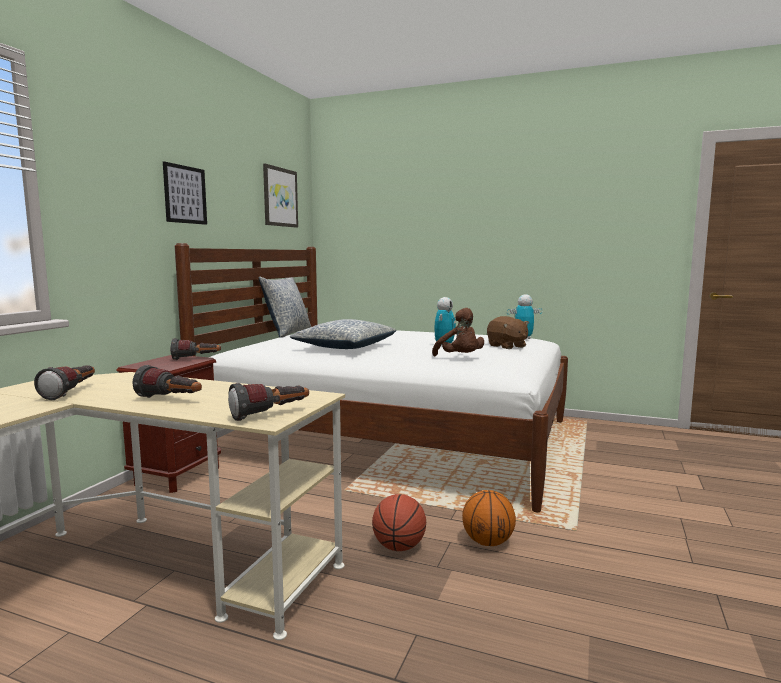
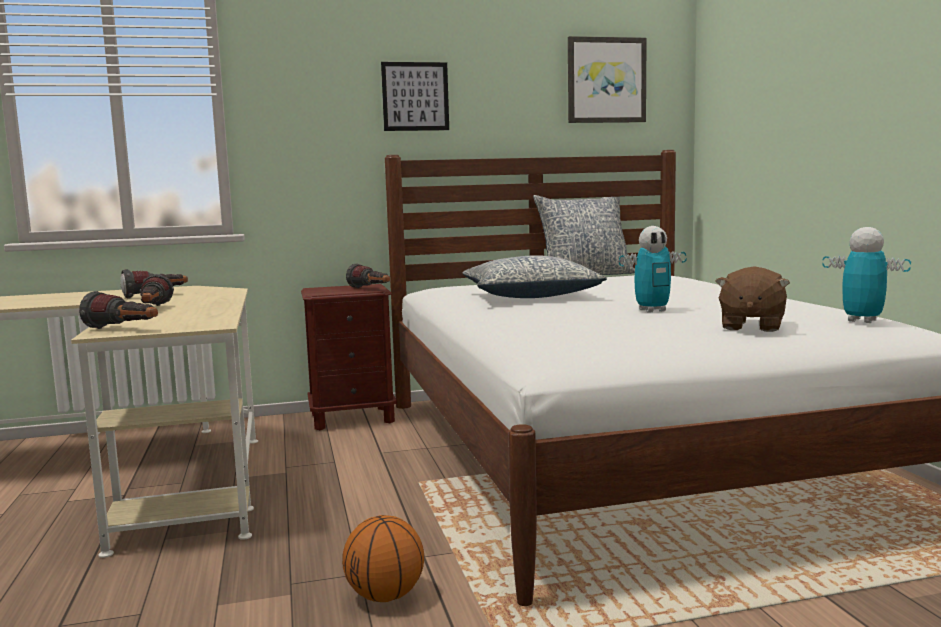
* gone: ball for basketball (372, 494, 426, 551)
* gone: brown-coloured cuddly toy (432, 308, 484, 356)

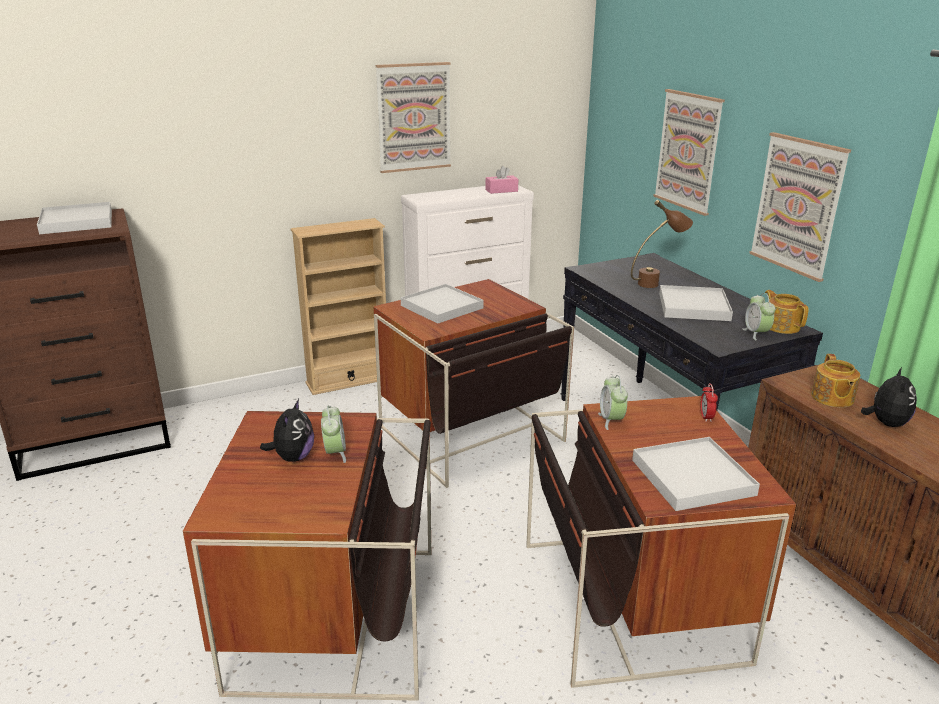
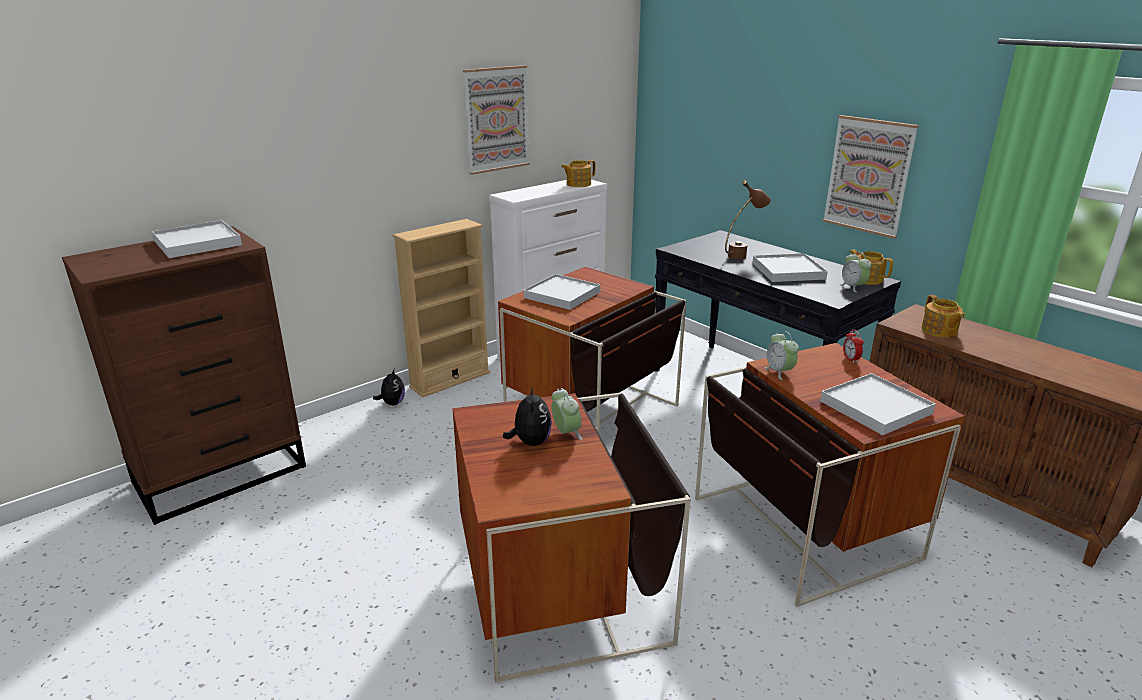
* gone: wall art (653, 89, 725, 216)
* shifted: cuddly toy (861, 367, 917, 427) to (373, 369, 405, 405)
* swapped: pinkish box of tissues (485, 166, 518, 194) to pot for tea (561, 160, 595, 187)

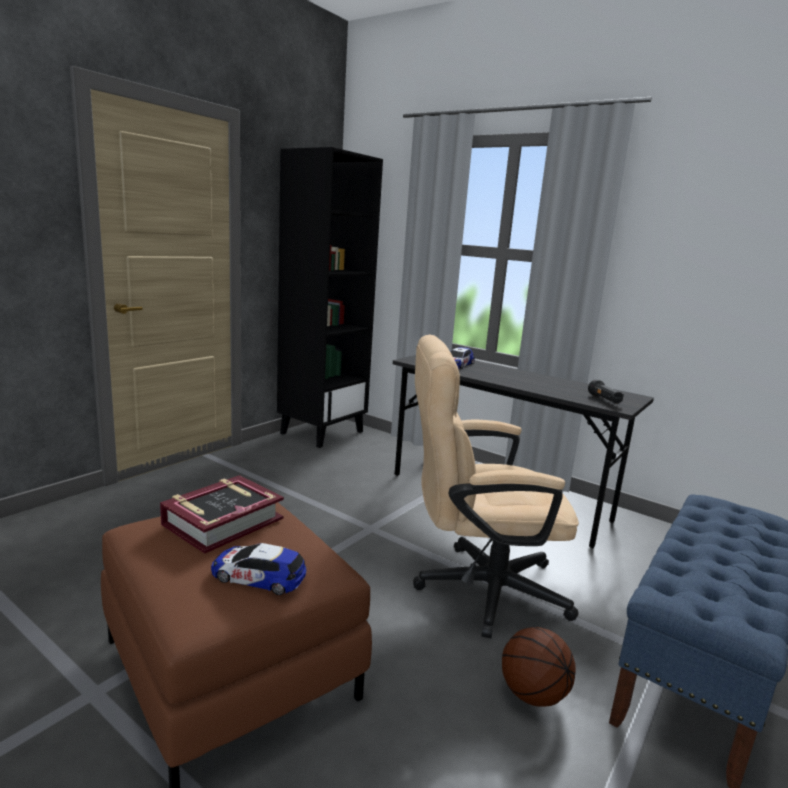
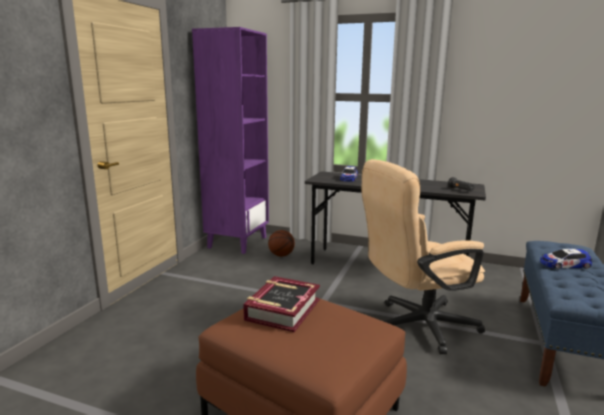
* shifted: model car (211, 543, 306, 595) to (540, 249, 592, 269)
* shifted: ball for basketball (502, 627, 576, 707) to (268, 230, 295, 257)
* repainted: black-coloured bookcase (277, 147, 383, 448) to purple-coloured bookcase (192, 27, 269, 254)

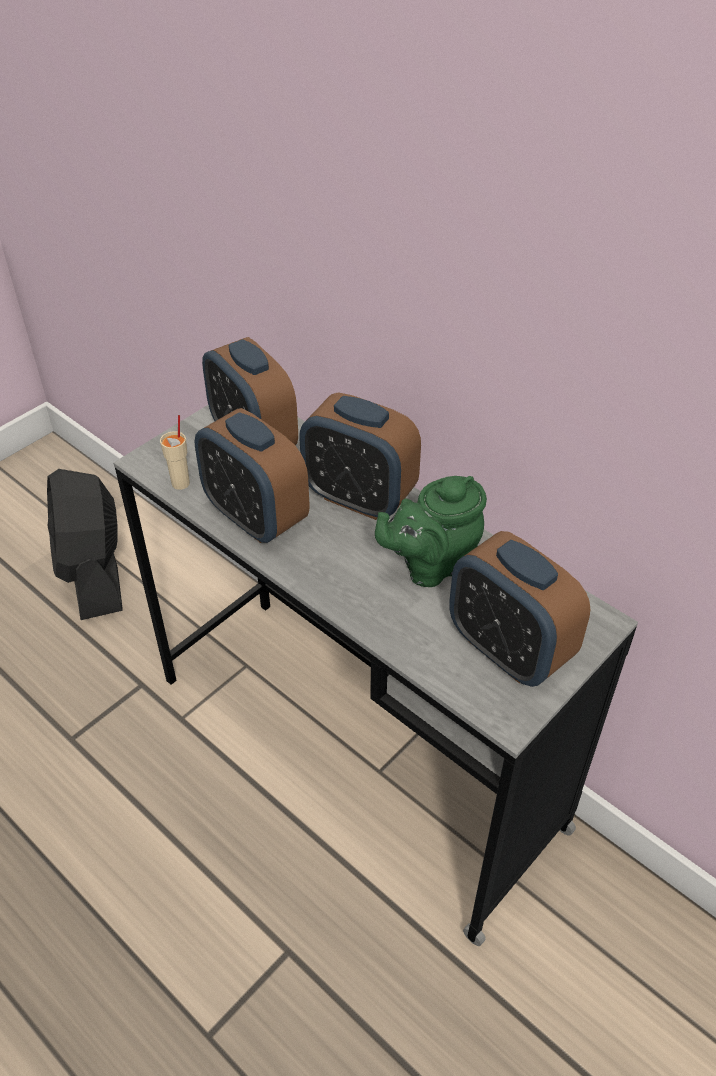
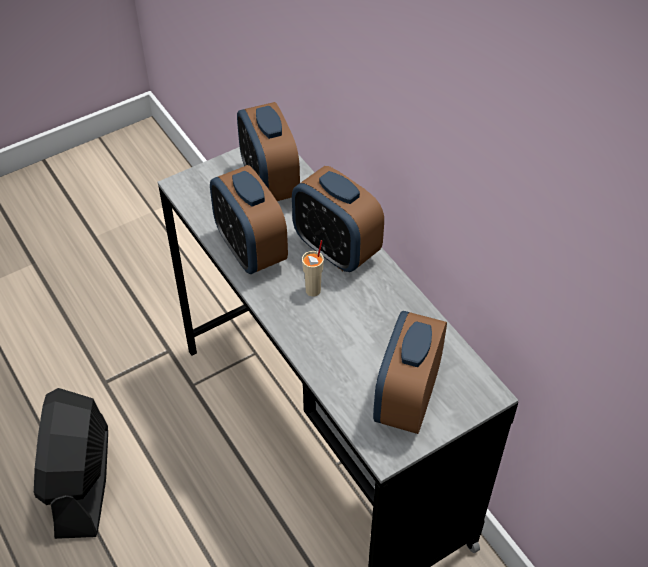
* gone: green-coloured pot for tea (375, 476, 487, 587)
* shifted: black-coloured electric fan (47, 469, 123, 620) to (34, 388, 108, 539)
* shifted: beige-coloured cup (160, 415, 190, 490) to (302, 240, 324, 297)
* rotated: table clock (449, 531, 590, 687) = (373, 311, 447, 434) 45 degrees clockwise

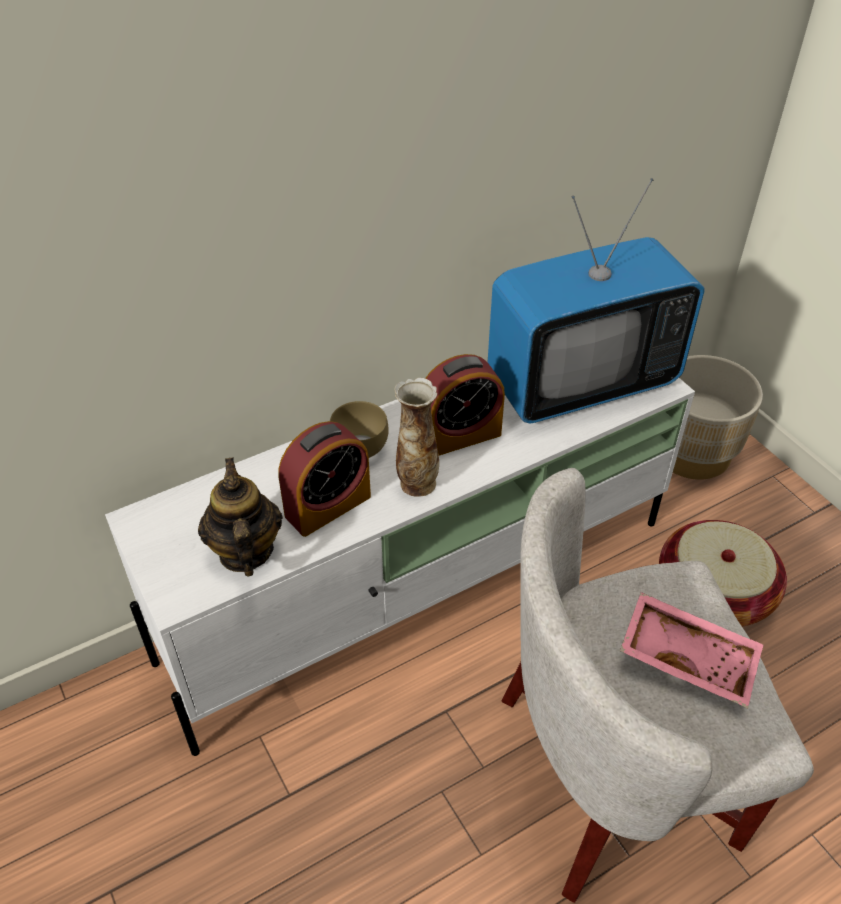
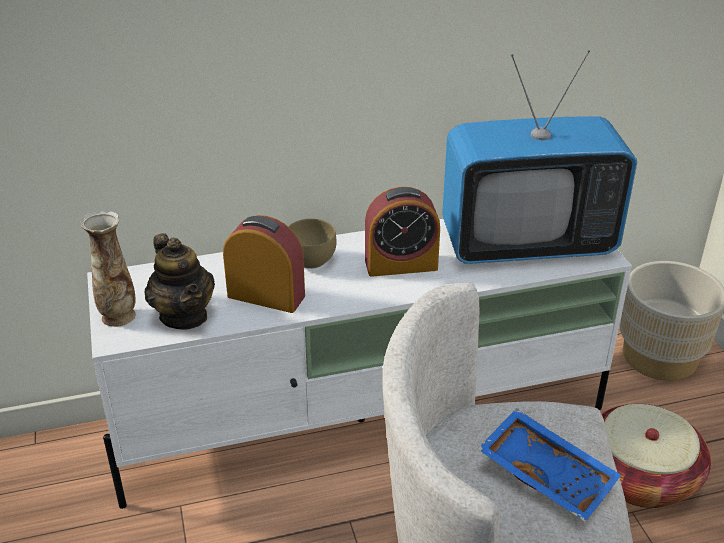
* shifted: flower vase (394, 378, 439, 497) to (81, 211, 136, 327)
* repainted: pinkish serving tray (620, 592, 763, 708) to blue serving tray (478, 409, 621, 522)
* rotated: pot for tea (198, 457, 283, 577) = (144, 233, 215, 329) 150 degrees clockwise
* rotated: table clock (279, 421, 371, 537) = (223, 215, 305, 313) 135 degrees counterclockwise

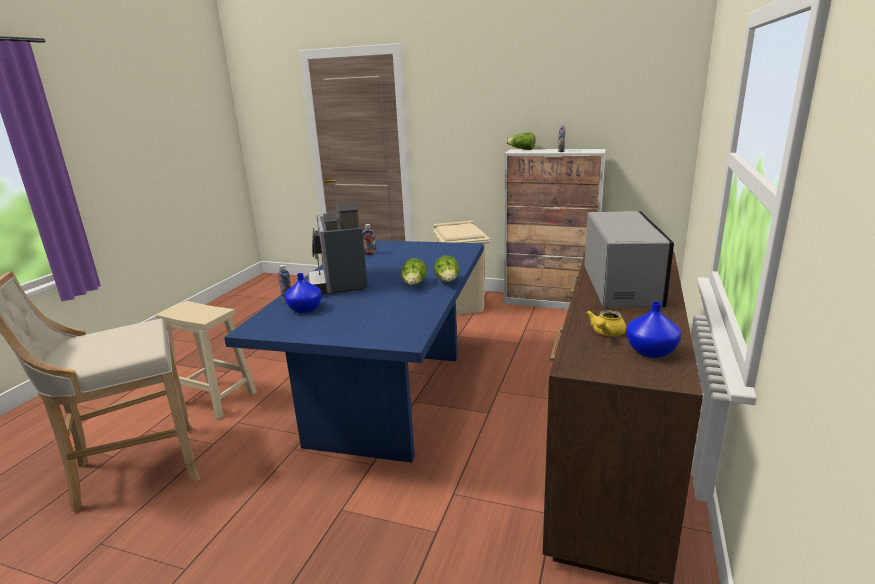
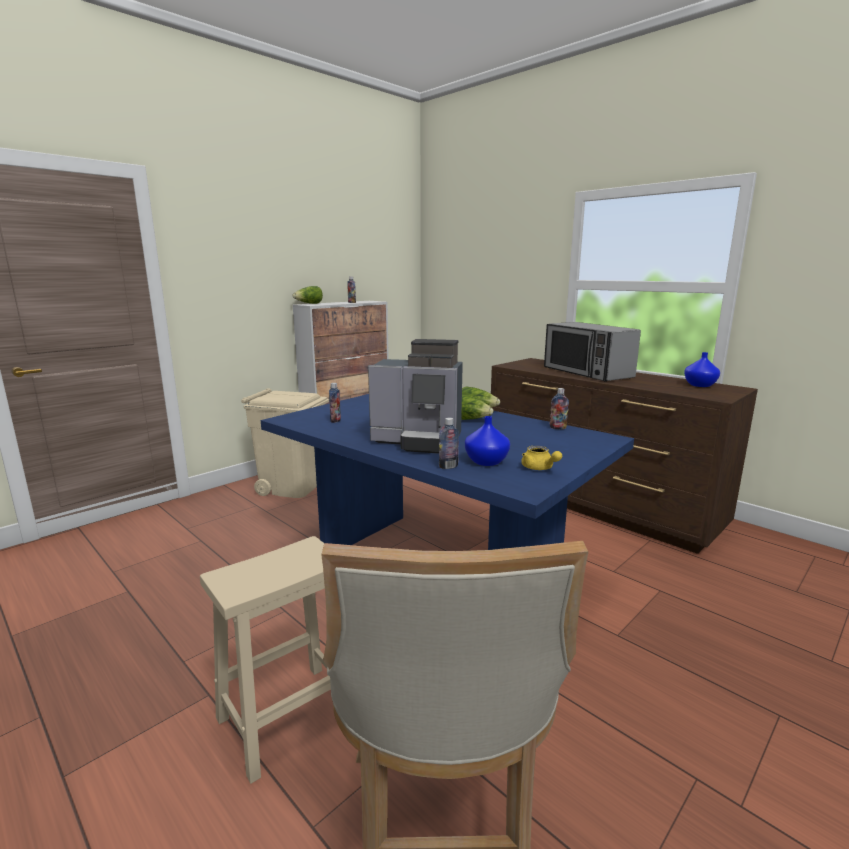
* new: bottle (550, 388, 569, 429)
* shifted: yellow pot for tea (586, 310, 626, 336) to (521, 446, 562, 470)
* rotated: microwave oven (584, 211, 674, 308) = (544, 322, 641, 382) 150 degrees counterclockwise

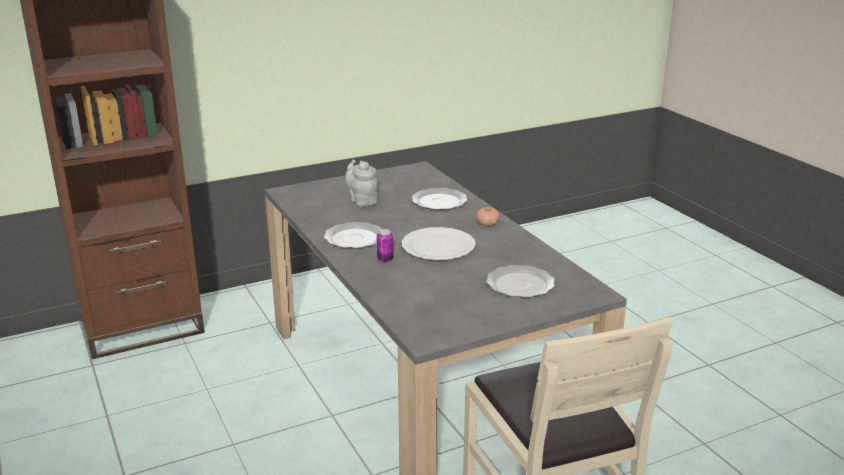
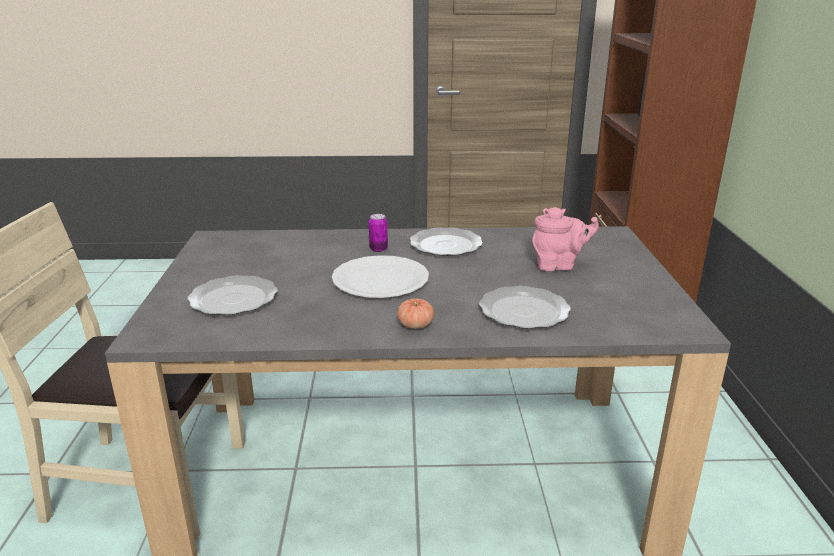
* repainted: gray pot for tea (345, 159, 378, 207) to pinkish pot for tea (532, 207, 599, 271)

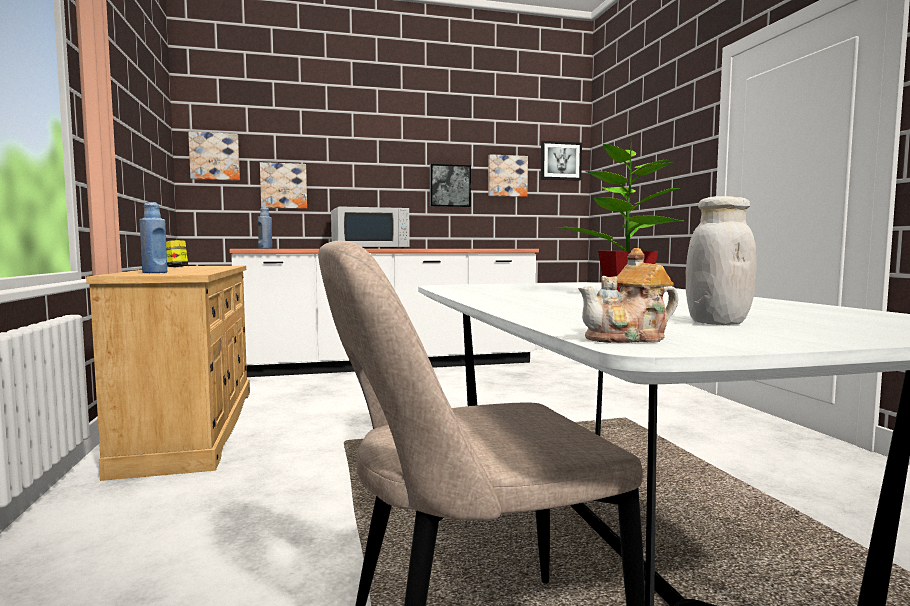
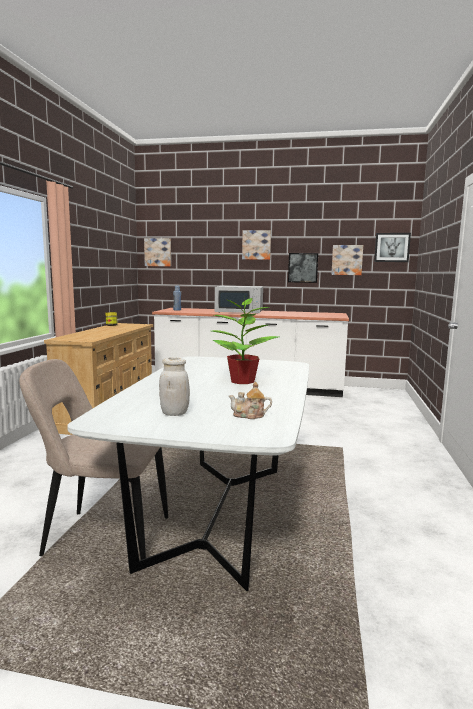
* gone: blue bottle (140, 202, 167, 273)
* shifted: wall art (260, 162, 307, 209) to (242, 230, 271, 260)
* shifted: pot for tea (578, 248, 678, 343) to (229, 382, 272, 419)

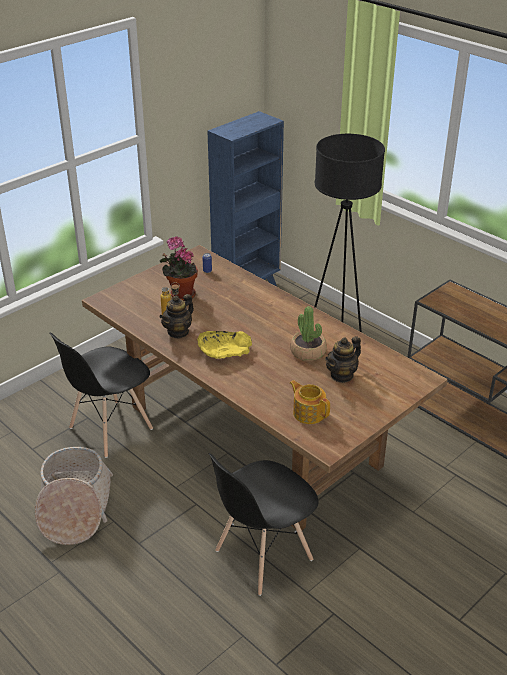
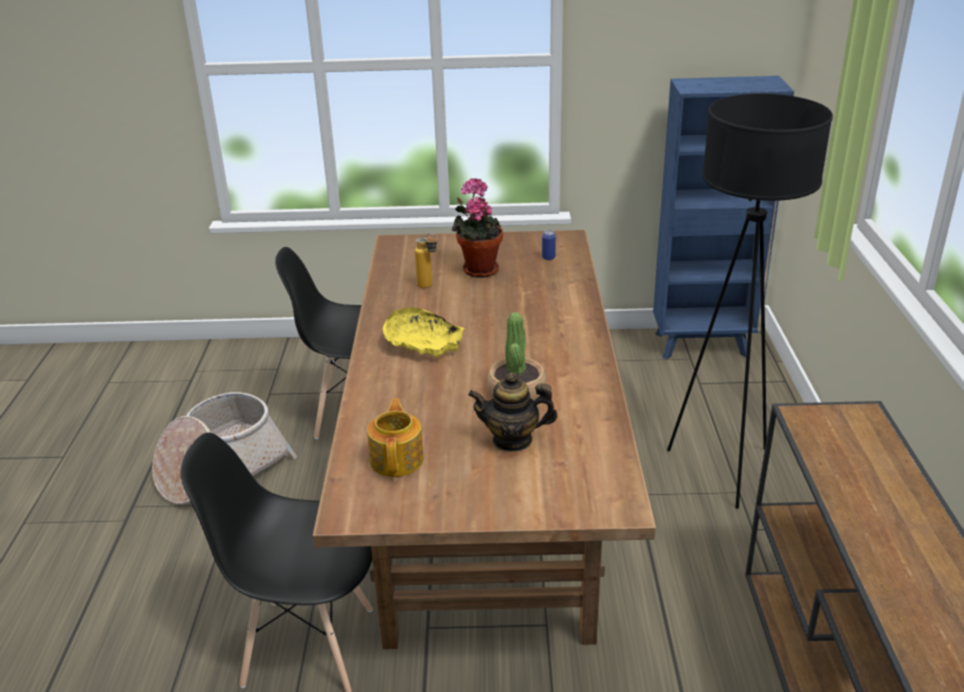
* gone: pot for tea (160, 294, 194, 339)

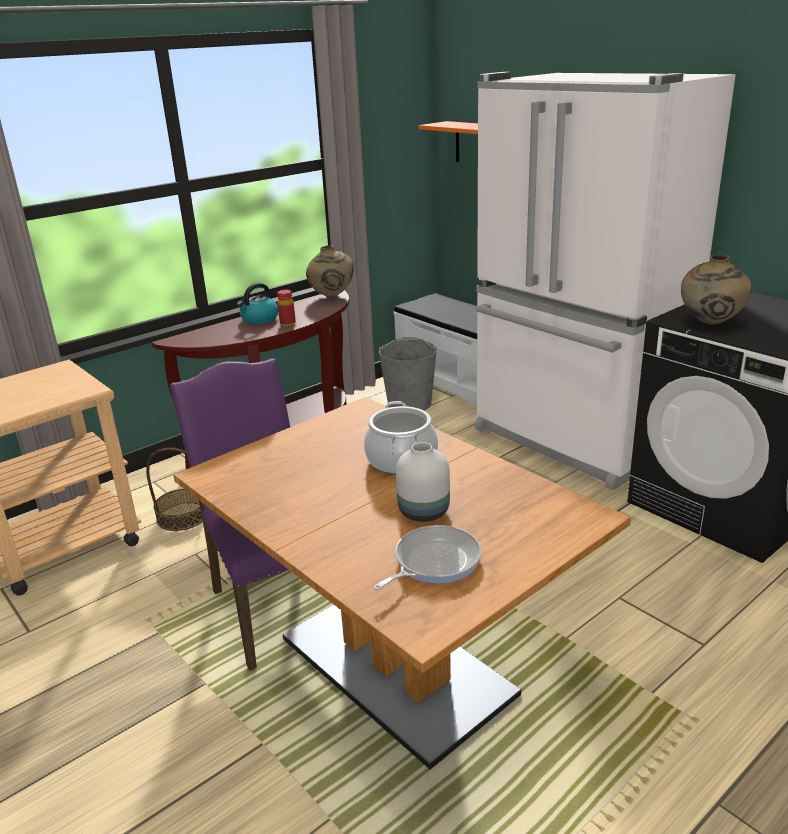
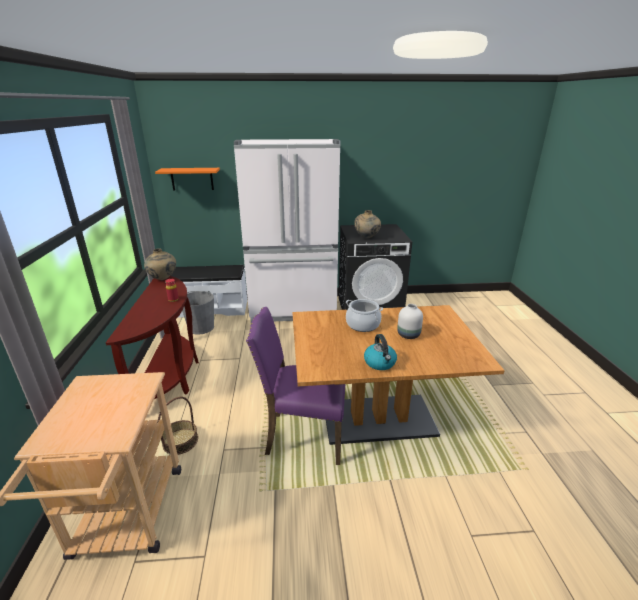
* gone: pan (373, 525, 481, 591)
* shifted: kettle (237, 283, 278, 324) to (364, 334, 397, 370)

